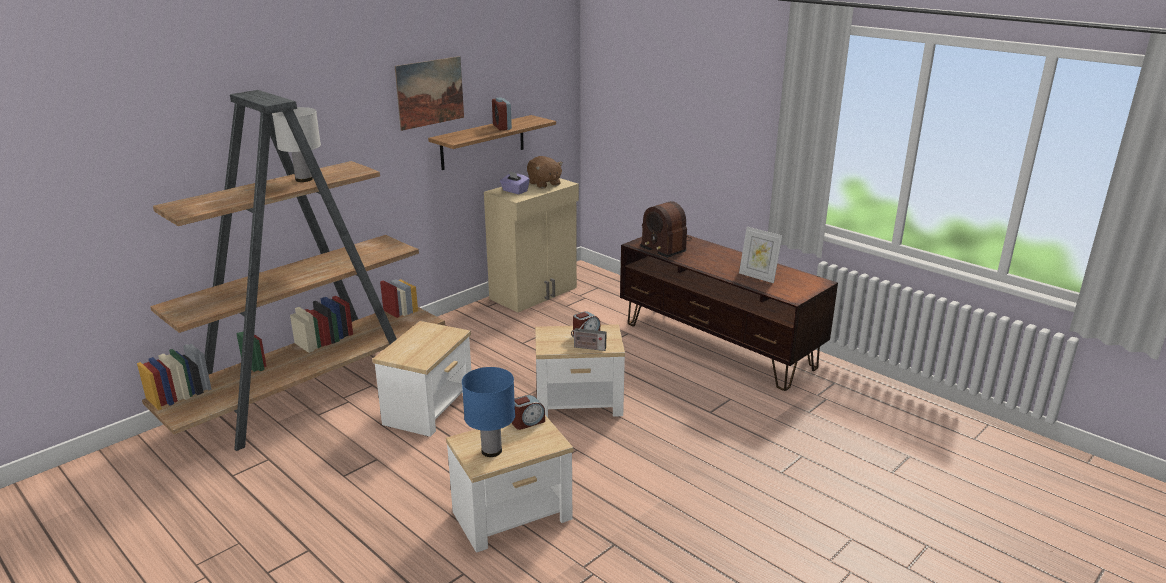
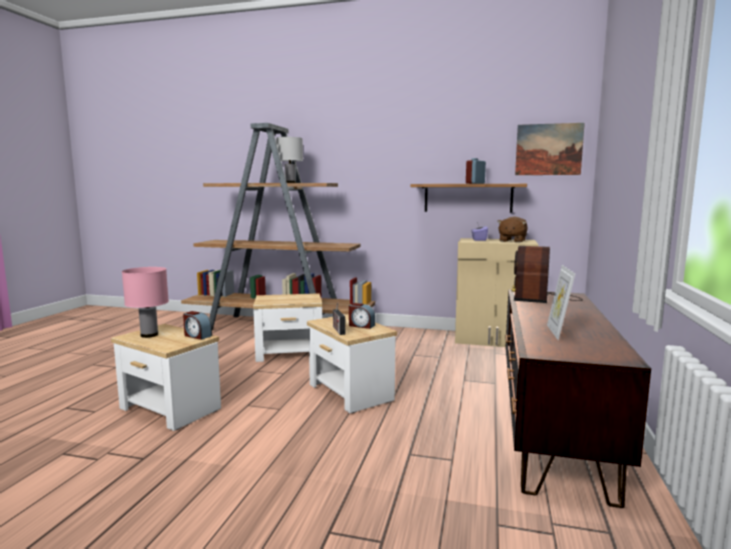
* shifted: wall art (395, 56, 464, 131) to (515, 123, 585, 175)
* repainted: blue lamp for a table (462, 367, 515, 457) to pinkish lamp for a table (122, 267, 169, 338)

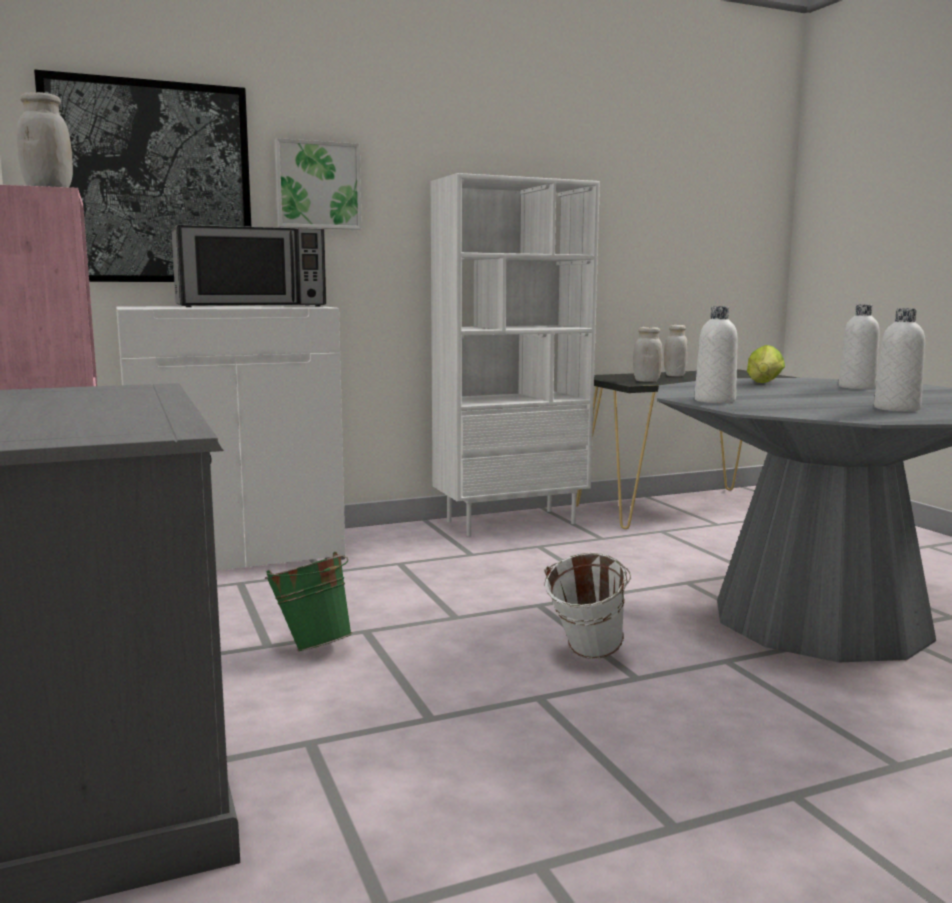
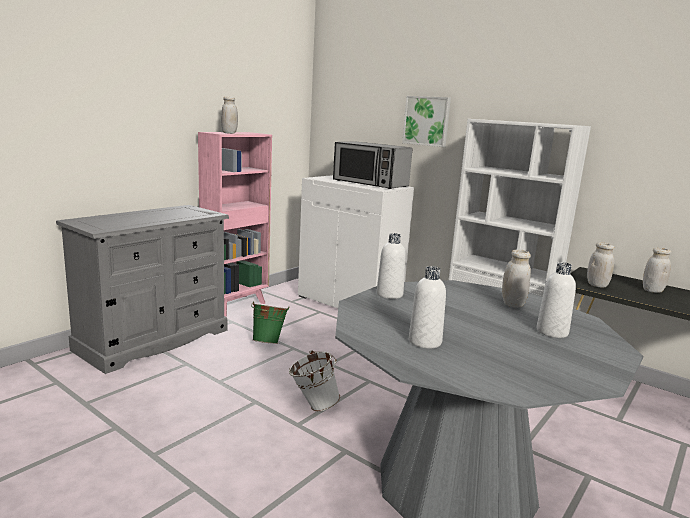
* gone: wall art (34, 70, 251, 282)
* swapped: lettuce (747, 345, 785, 383) to whitish preserve jar (502, 249, 531, 308)

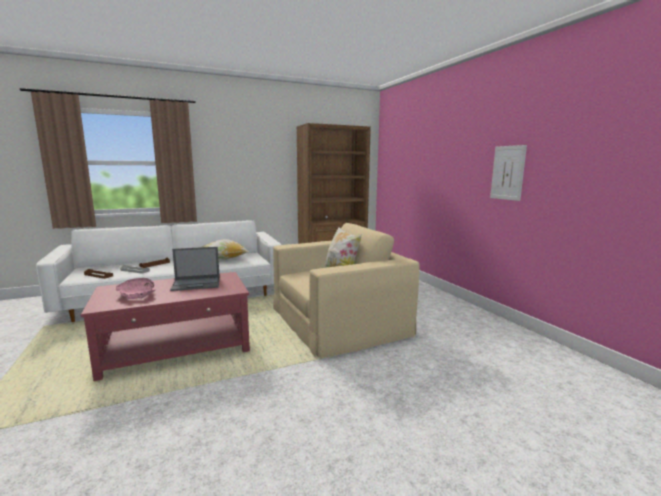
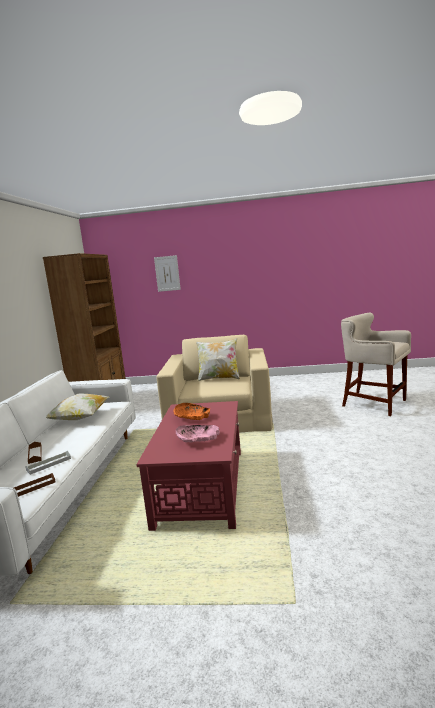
* new: beige-coloured sitting stool (341, 313, 411, 416)
* shifted: wall art (490, 145, 527, 201) to (154, 255, 181, 292)
* swapped: notebook computer (170, 247, 220, 291) to orange serving bowl (173, 403, 211, 420)

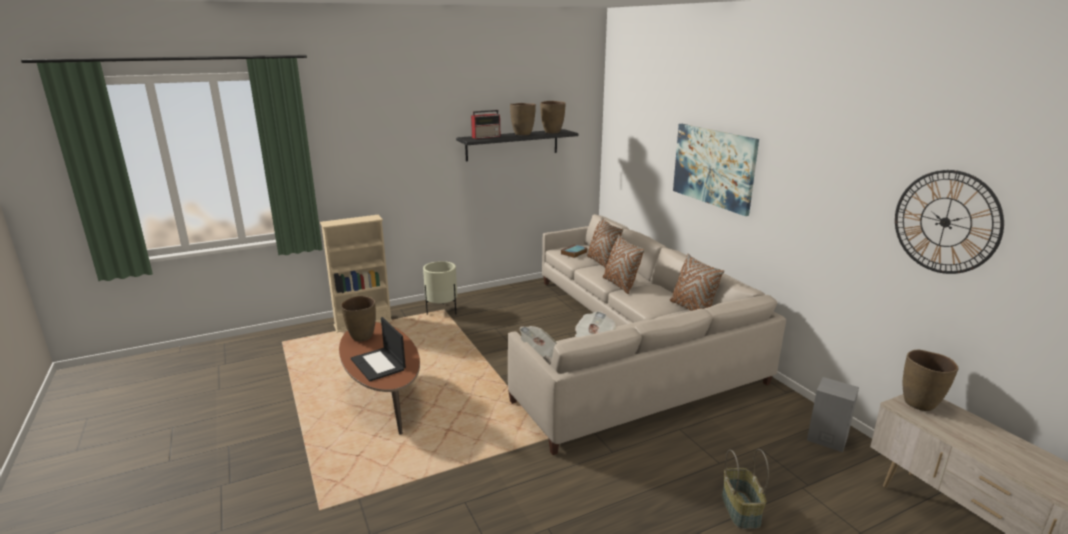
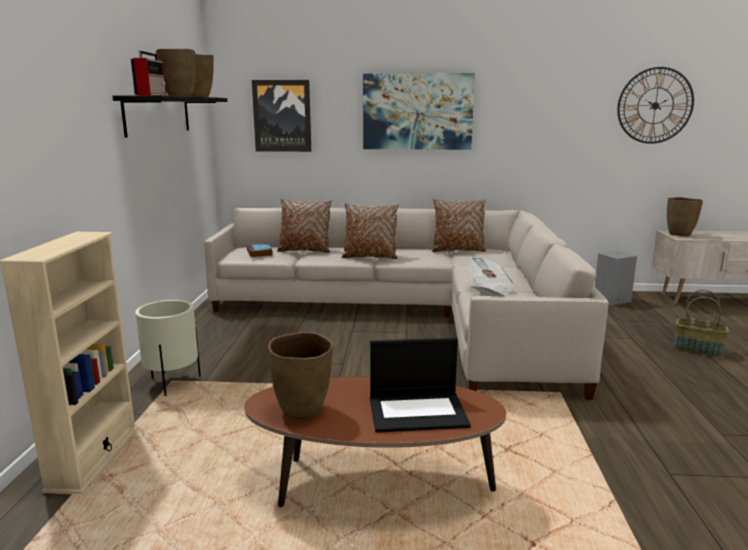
* new: wall art (252, 80, 311, 152)

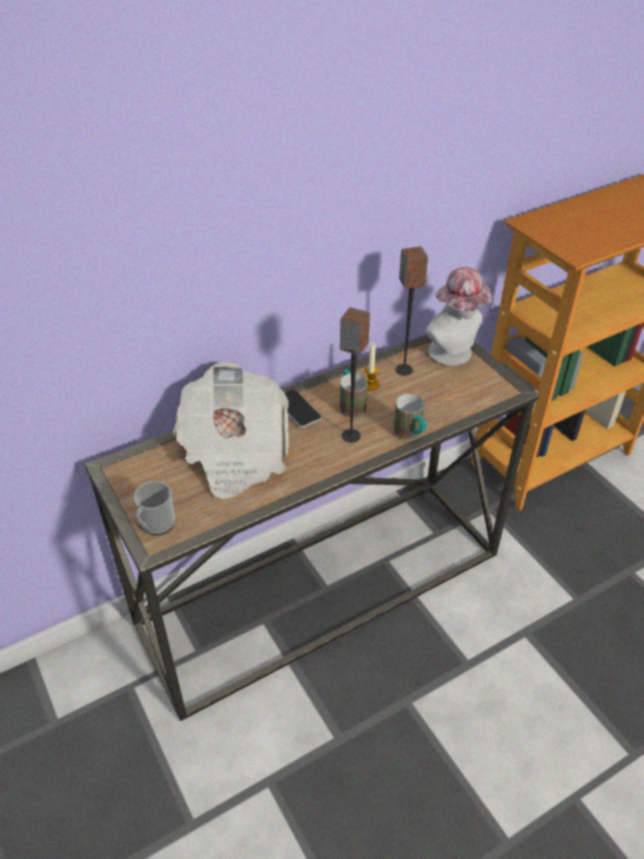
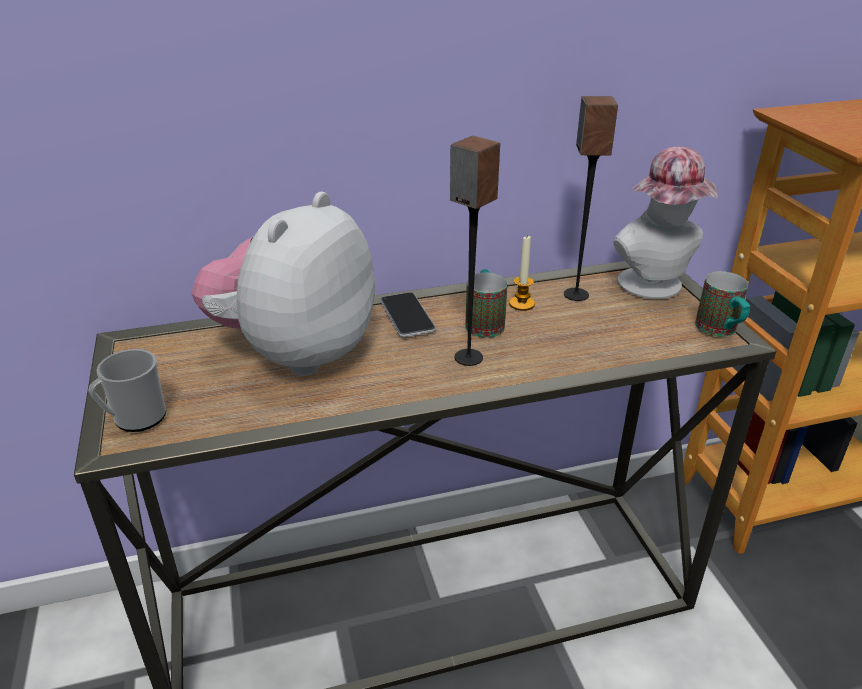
* shifted: coffee mug (393, 394, 427, 440) to (695, 271, 750, 337)
* swapped: newspaper (173, 362, 289, 500) to cuddly toy (191, 192, 375, 376)

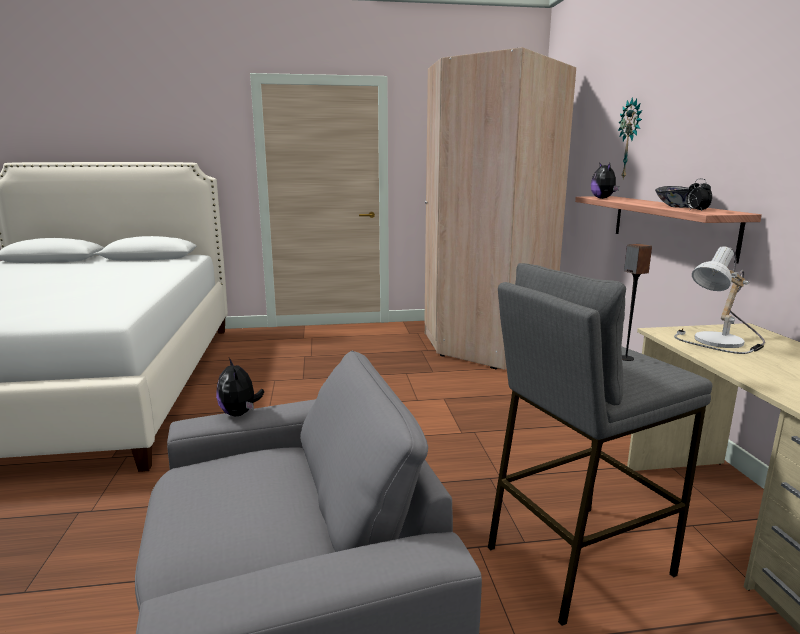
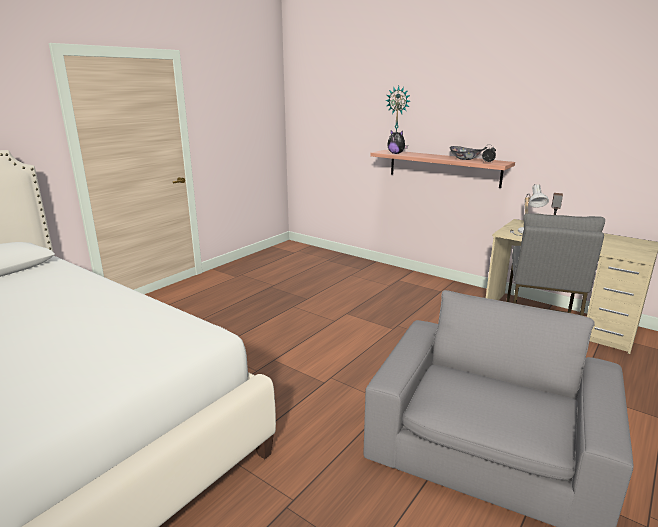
* gone: cuddly toy (216, 358, 264, 416)
* gone: beige-coloured clothes cupboard (424, 47, 576, 370)

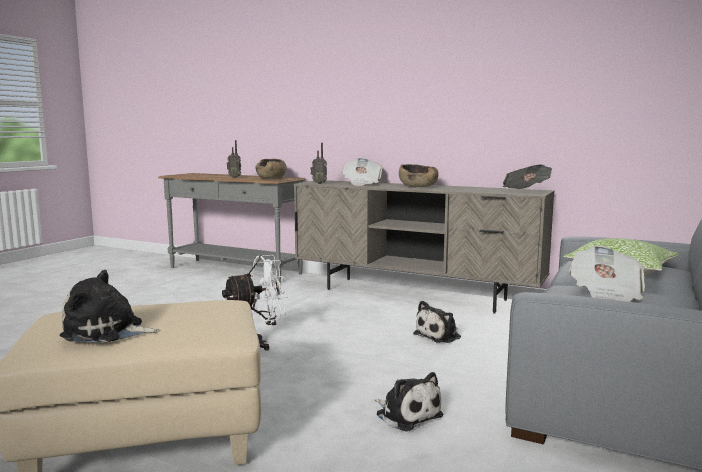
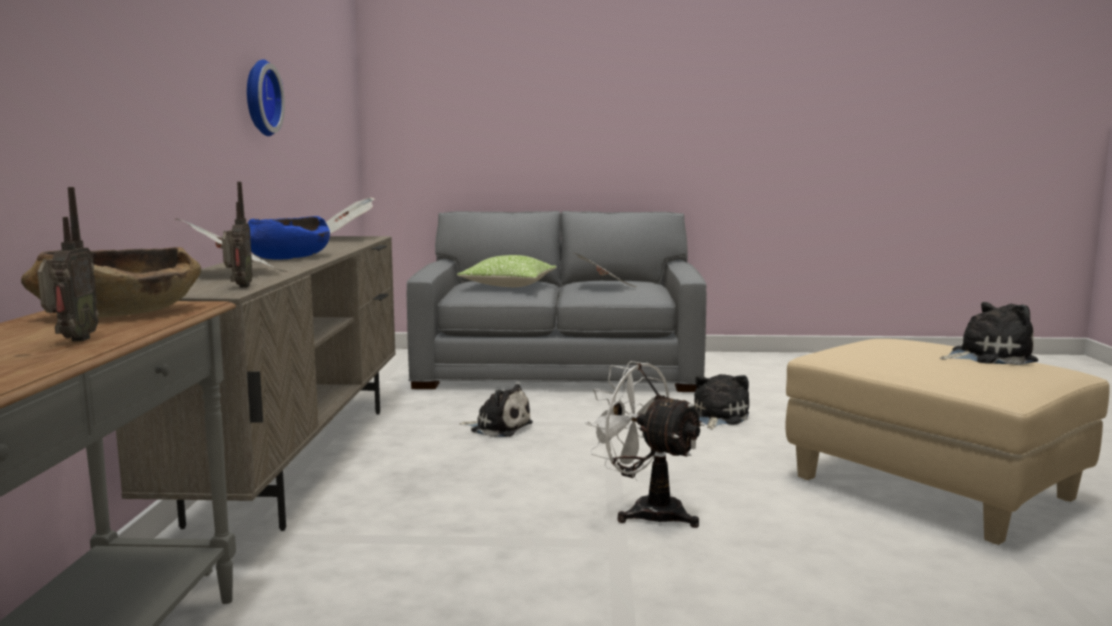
* new: clock on the wall (247, 59, 285, 136)
* repainted: brown-coloured serving bowl (399, 164, 439, 187) to blue serving bowl (248, 216, 330, 260)
* rotated: cuddly toy (59, 270, 160, 343) = (940, 302, 1038, 365) 75 degrees counterclockwise

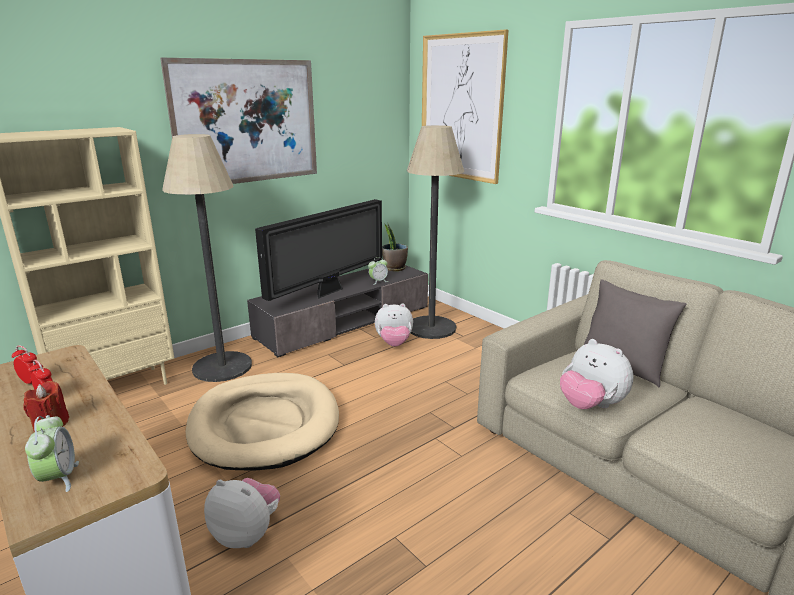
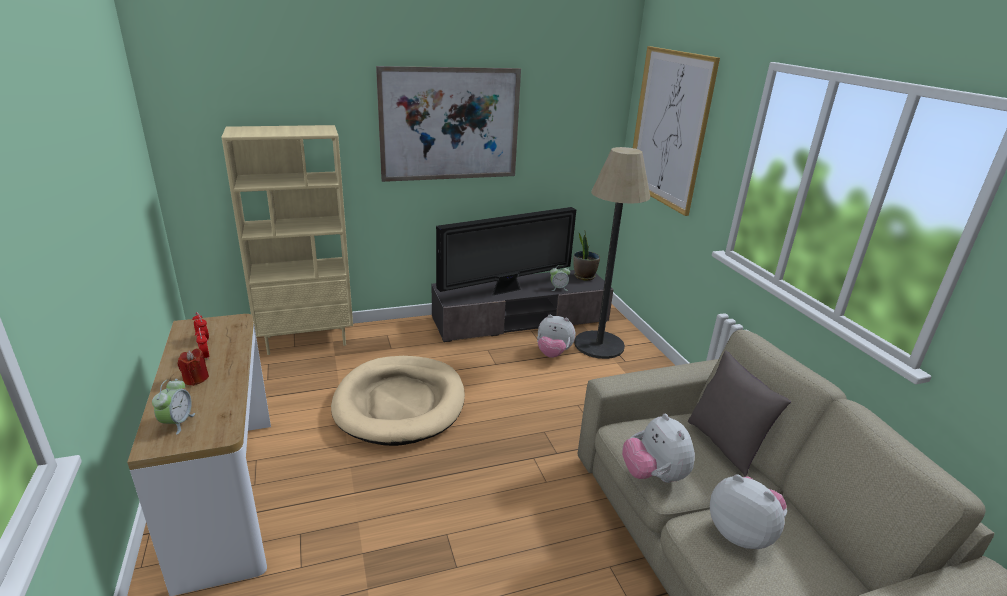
* gone: floor lamp (162, 134, 252, 382)
* shifted: cuddly toy (204, 478, 280, 548) to (710, 474, 787, 549)

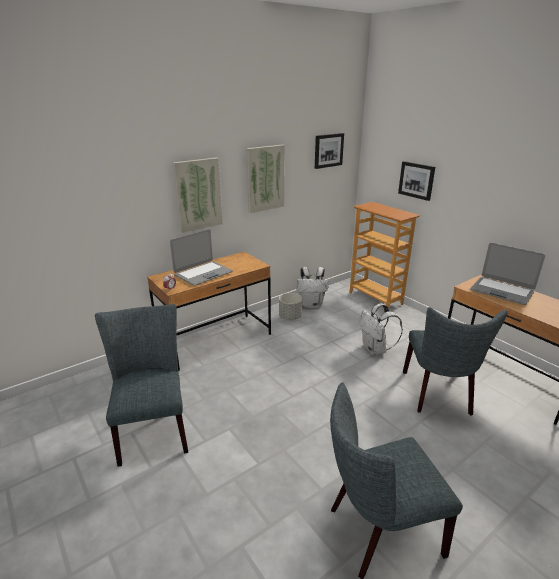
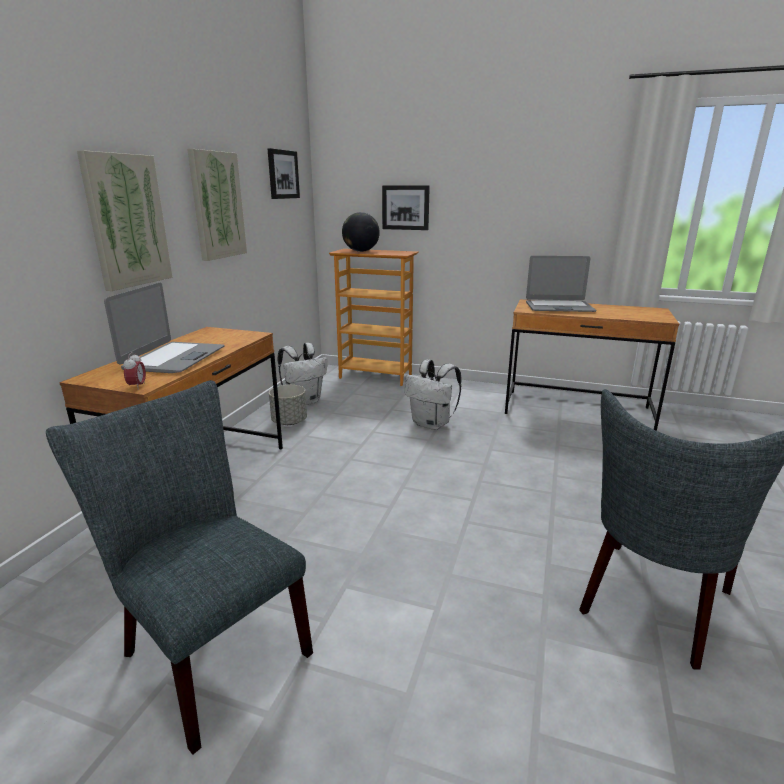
* gone: gray plain chair (403, 307, 508, 416)
* new: world globe (342, 212, 380, 252)

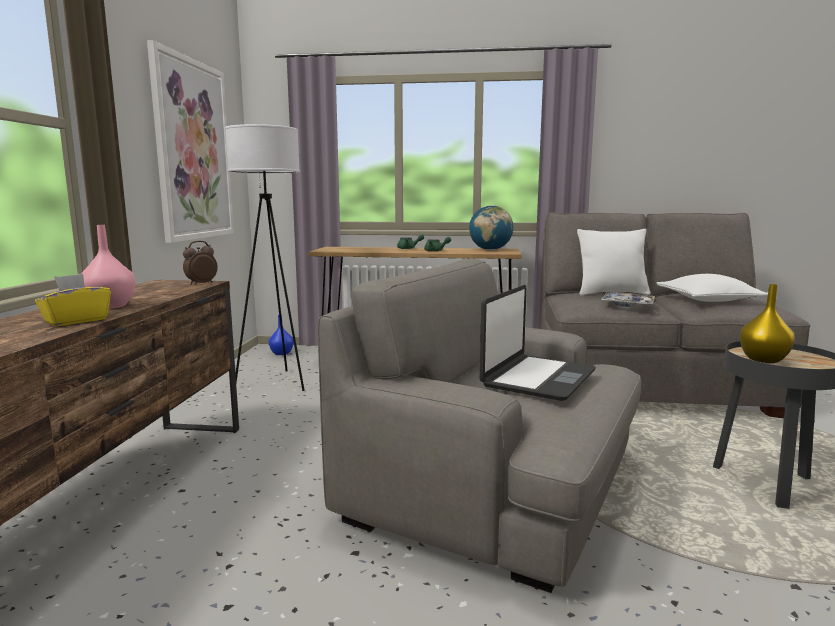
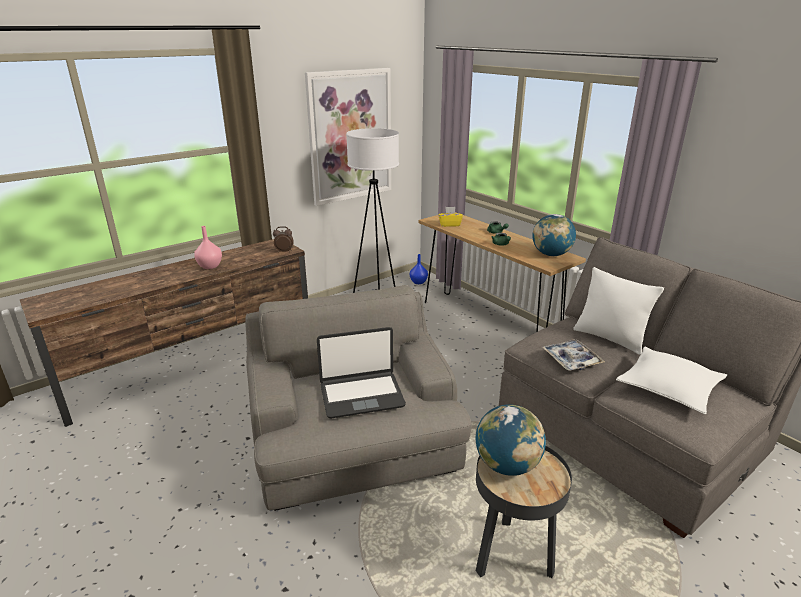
* shifted: yellow box of tissues (35, 274, 111, 326) to (438, 207, 463, 227)
* swapped: yellow flower vase (740, 284, 795, 363) to world globe (476, 404, 546, 476)

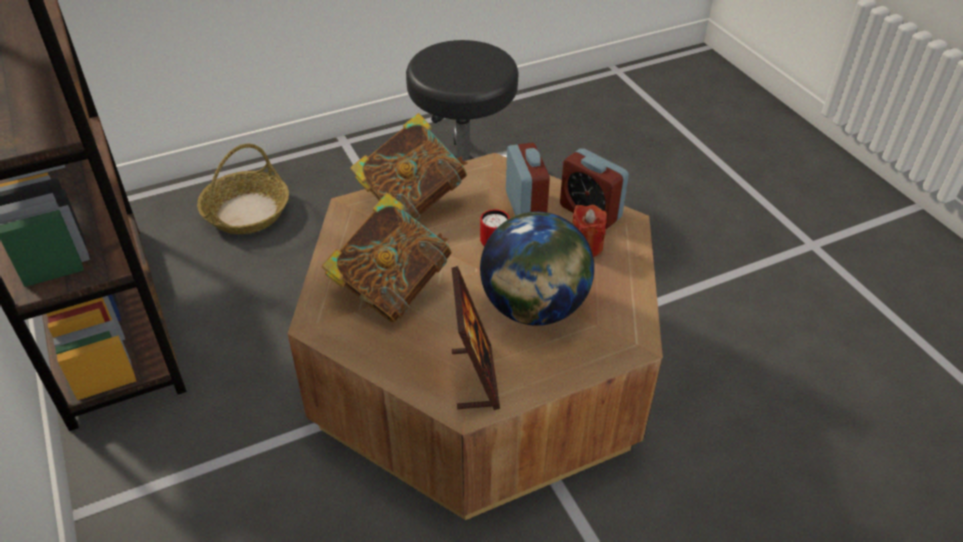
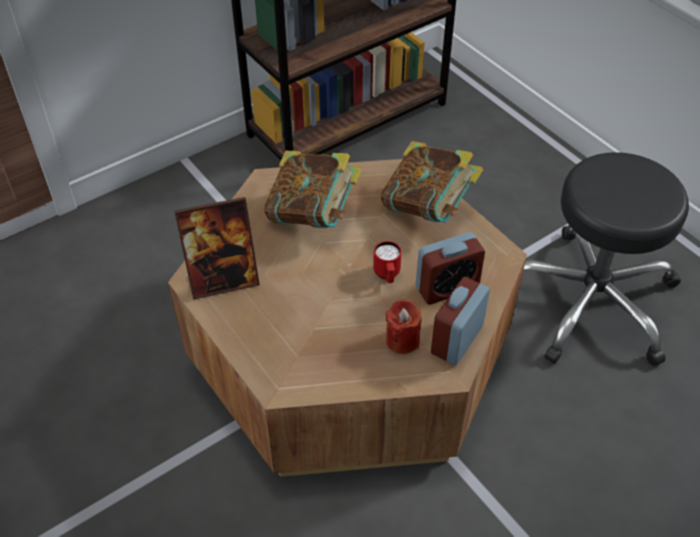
* gone: household basket (197, 144, 289, 234)
* gone: world globe (480, 212, 594, 326)

